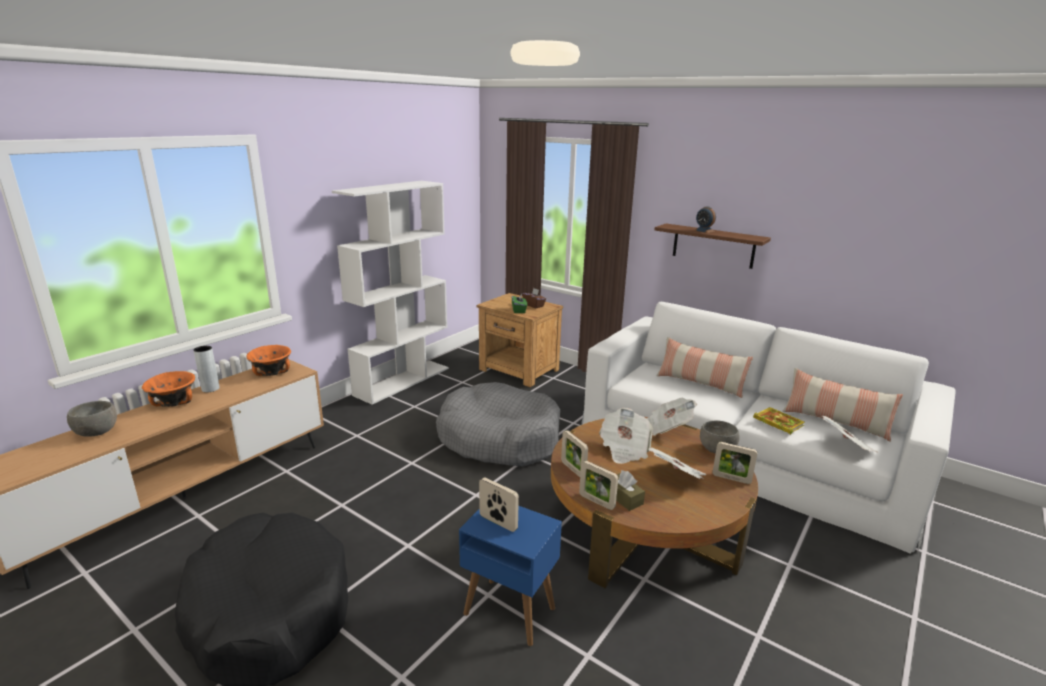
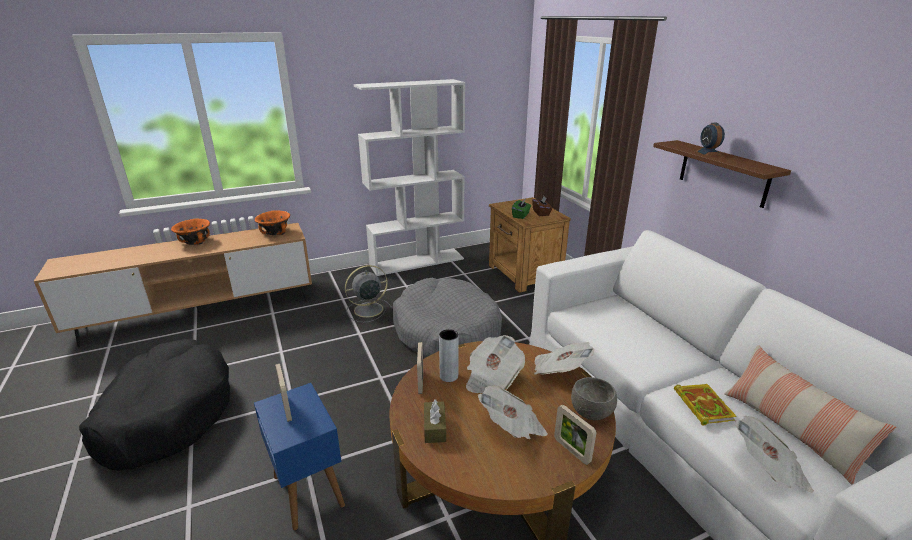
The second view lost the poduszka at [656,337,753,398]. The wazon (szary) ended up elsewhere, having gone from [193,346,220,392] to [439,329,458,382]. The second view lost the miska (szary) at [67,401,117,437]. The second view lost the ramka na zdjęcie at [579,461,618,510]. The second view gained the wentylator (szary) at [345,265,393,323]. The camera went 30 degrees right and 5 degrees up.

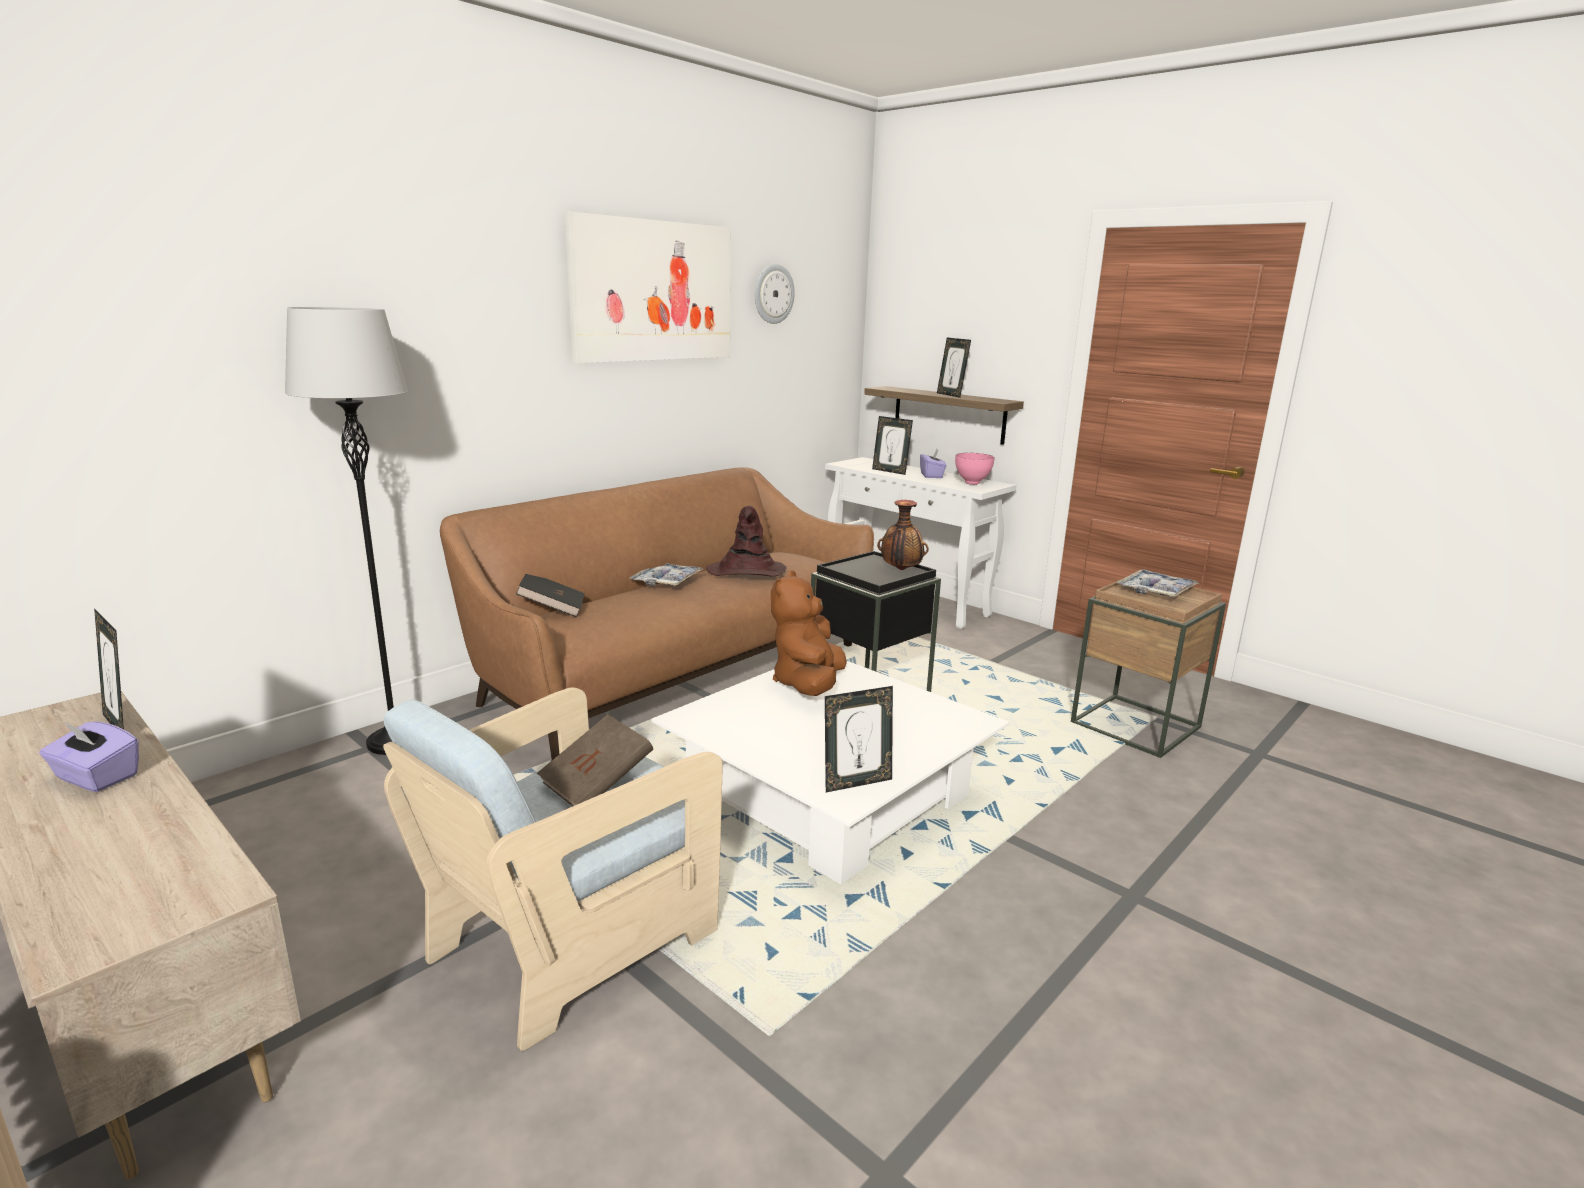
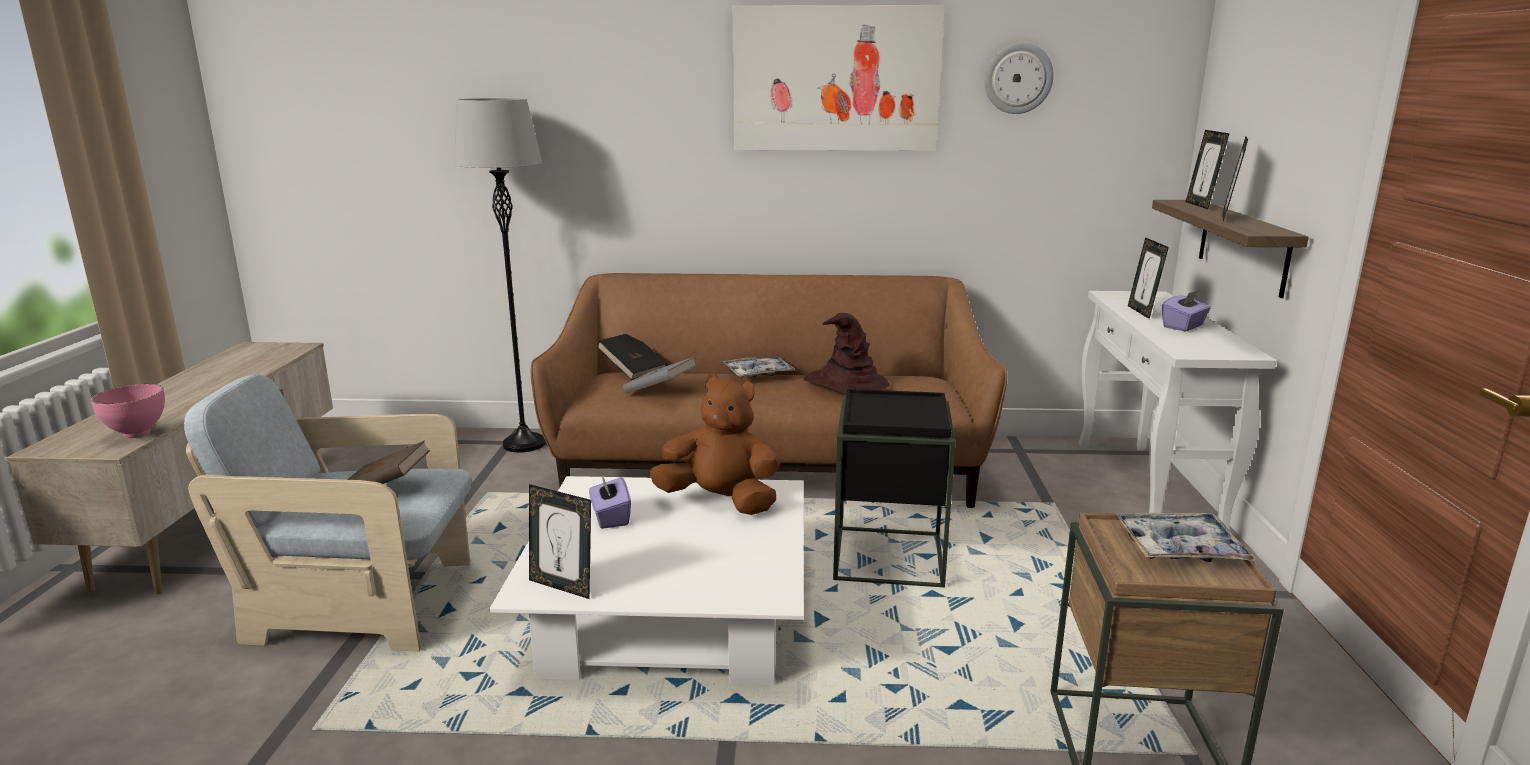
The miska (różowy) ended up elsewhere, having gone from [955,453,995,485] to [91,384,165,438]. The second view lost the wazon at [877,500,929,570]. The pluszak (brązowy) at [771,570,847,696] ended up facing another way, 45 degrees clockwise from before. The ramka na zdjęcie ended up elsewhere, having gone from [94,608,124,729] to [1186,130,1230,209]. The pudełko chusteczek (fioletowy) ended up elsewhere, having gone from [39,721,139,792] to [589,475,631,529]. The second view gained the książka (szary) at [623,357,697,394]. The camera went 50 degrees right and 0 degrees up.

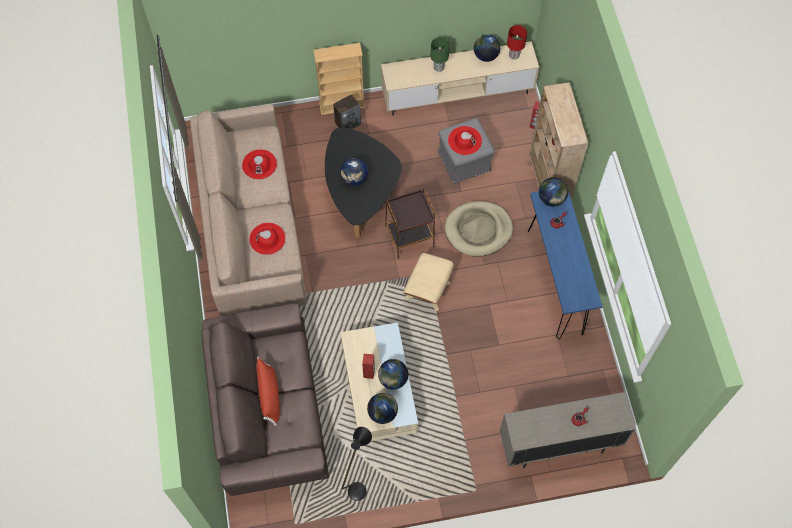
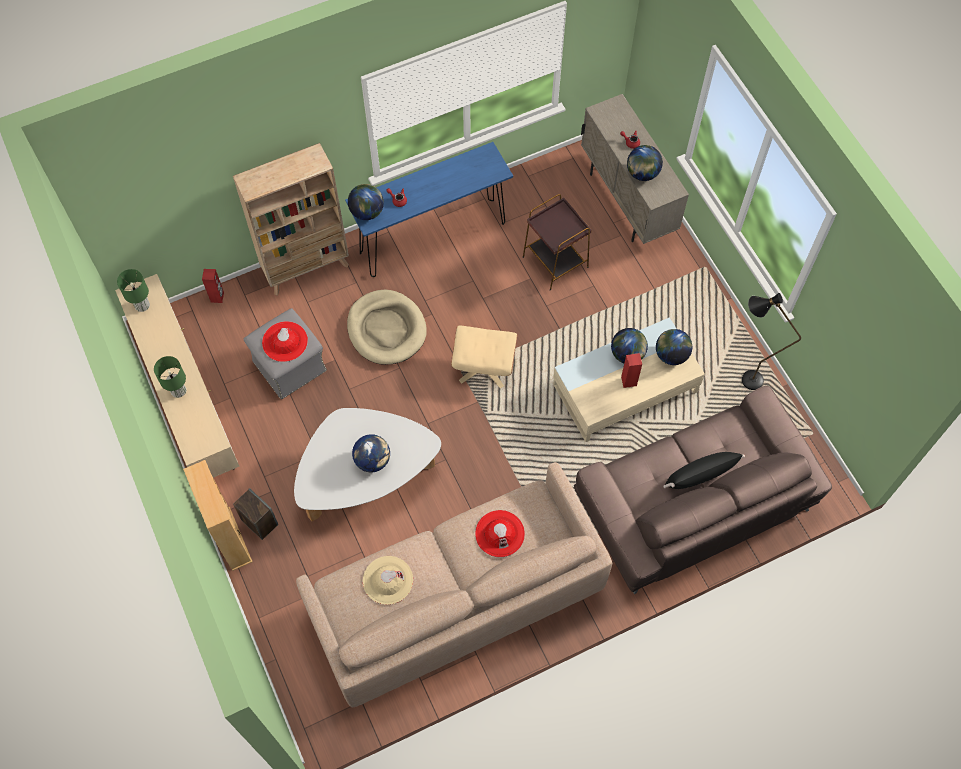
What was the lampa stołowa (czerwony) at [507,25,527,60] turned into the lampa stołowa (zielony) at [117,269,150,312]. The globus ended up elsewhere, having gone from [474,35,500,62] to [627,145,663,181]. What was the ława (czarny) at [325,128,402,238] turned into the ława (biały) at [294,408,441,521]. What was the kapelusz (czerwony) at [242,149,277,180] turned into the kapelusz (beżowy) at [363,556,413,605]. The stolik (brązowy) ended up elsewhere, having gone from [385,189,435,259] to [523,194,592,291]. What was the poduszka (czerwony) at [257,357,280,426] turned into the poduszka (czarny) at [663,452,745,489]. The camera went 105 degrees left and 0 degrees up.

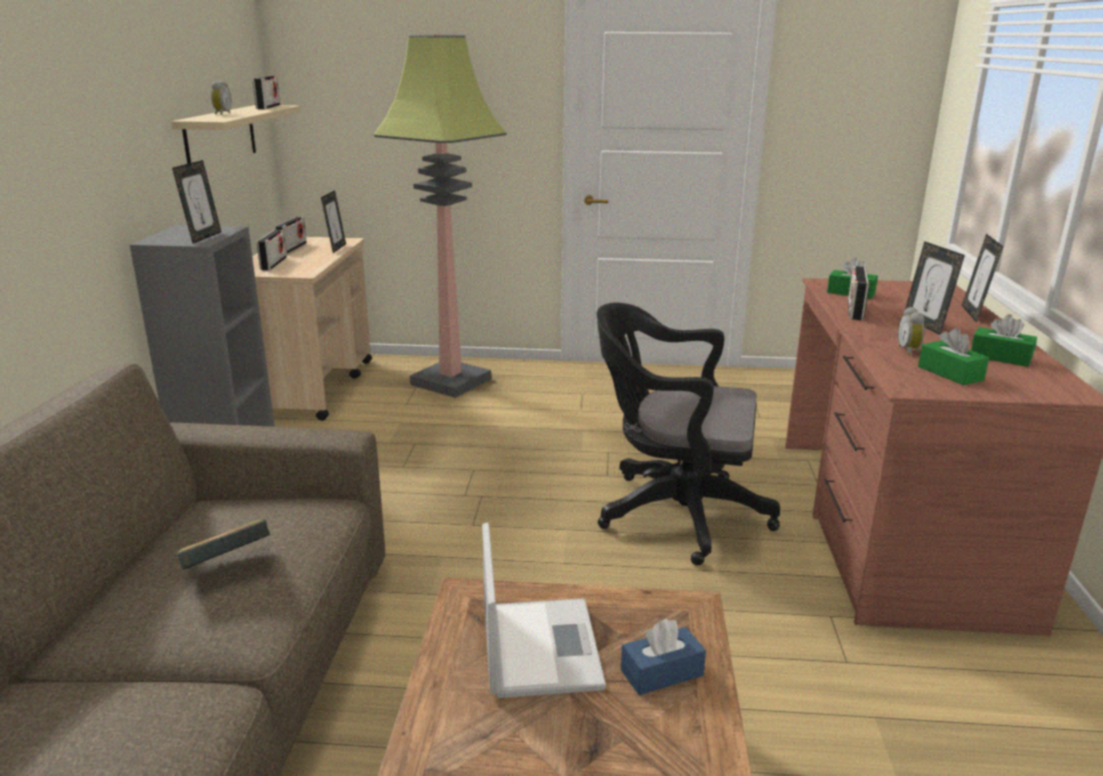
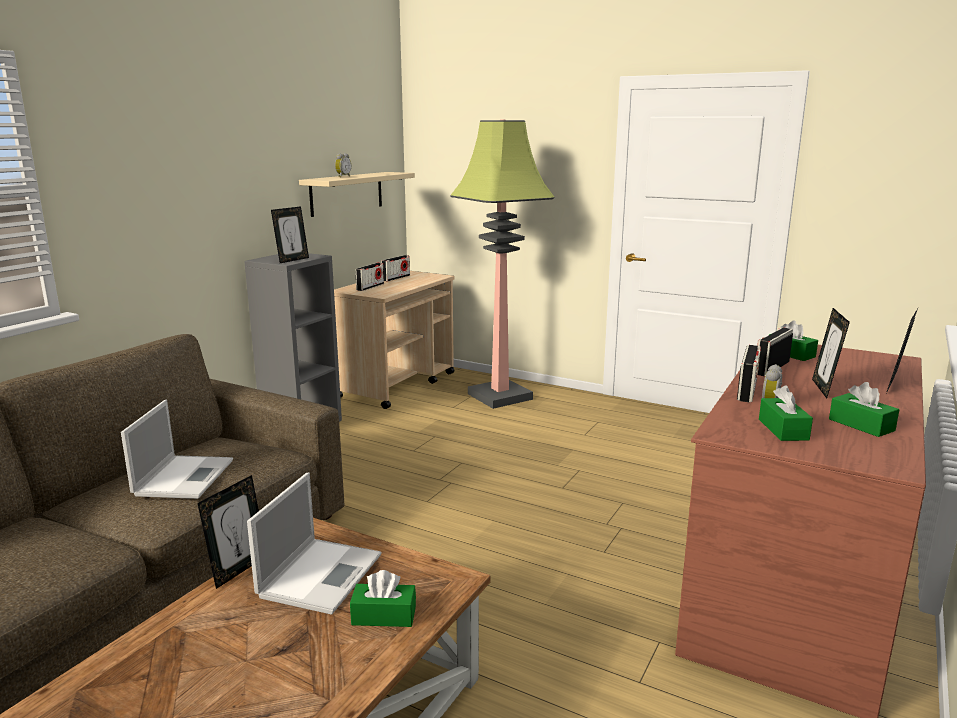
The radio ended up elsewhere, having gone from [253,76,280,109] to [737,345,761,402]. The ramka na zdjęcie ended up elsewhere, having gone from [321,190,346,253] to [197,475,259,589]. The second view lost the krzesło biurowe (czarny) at [596,302,780,566]. Where the książka stood at [177,518,270,570], the laptop came to stand at [121,400,233,499]. What was the pudełko chusteczek (niebieski) at [621,619,706,695] turned into the pudełko chusteczek (zielony) at [350,570,416,627]. The camera went 25 degrees right and 5 degrees down.

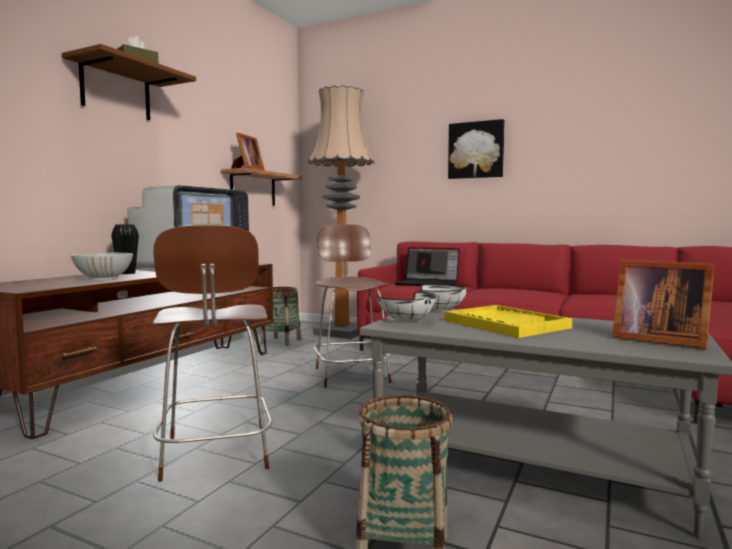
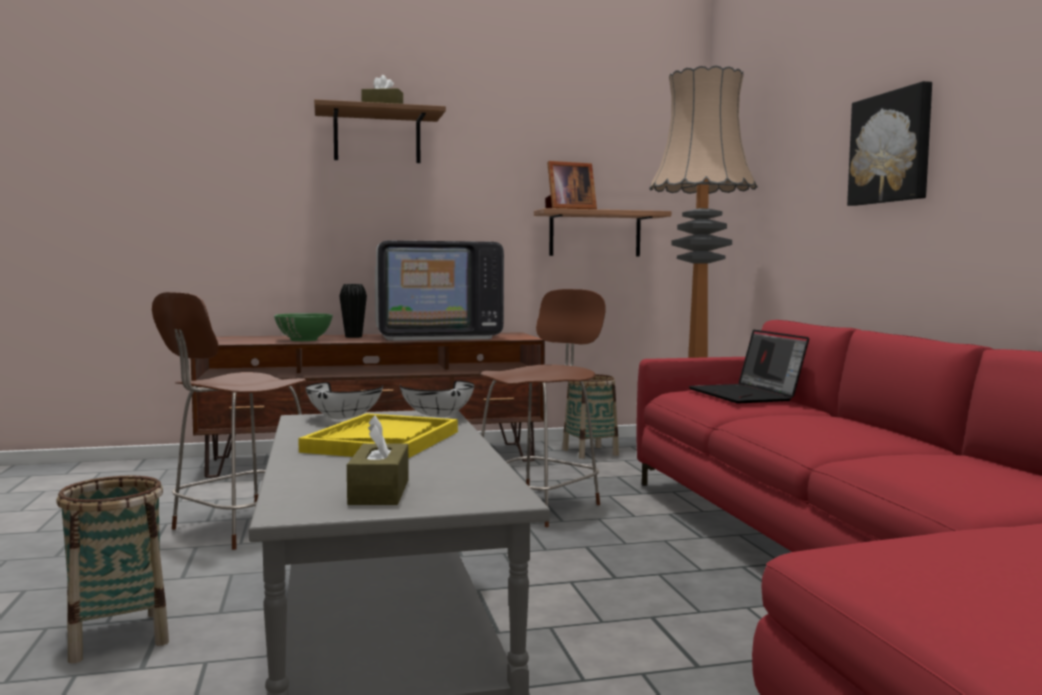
What was the miska (biały) at [71,253,133,280] turned into the miska (zielony) at [274,313,333,341]. Where the ramka na zdjęcie stood at [612,260,714,349], the pudełko chusteczek (brązowy) came to stand at [347,415,409,505]. The camera went 50 degrees right and 0 degrees up.

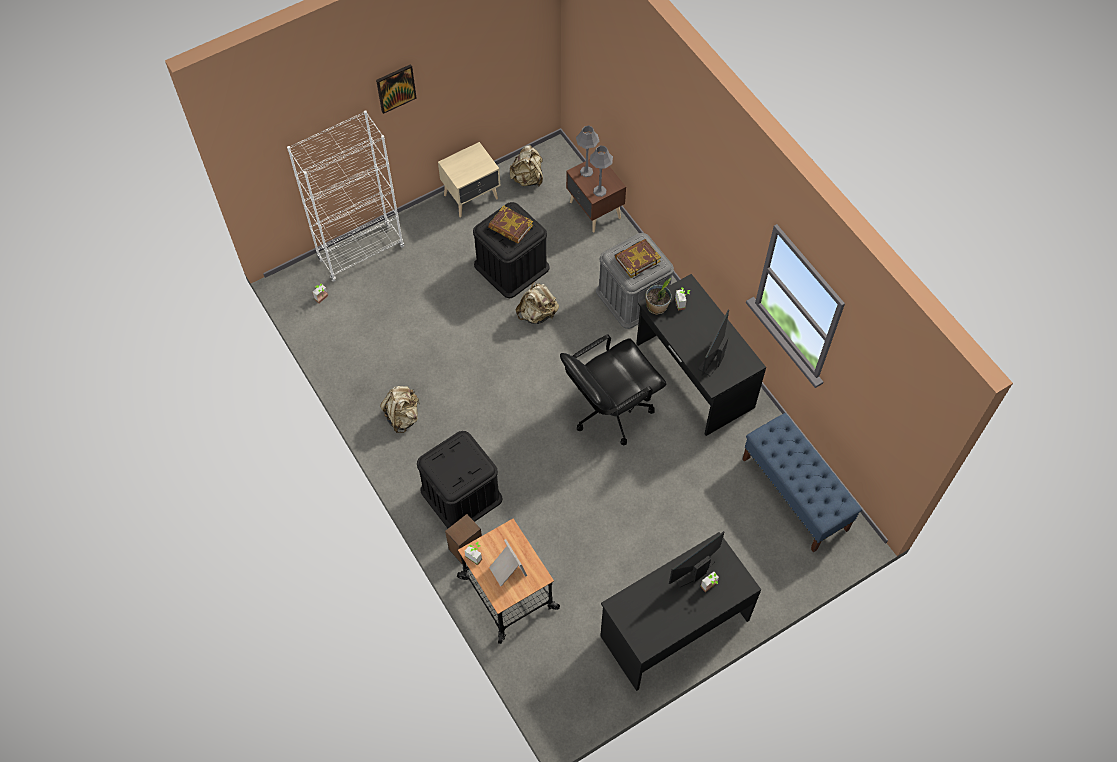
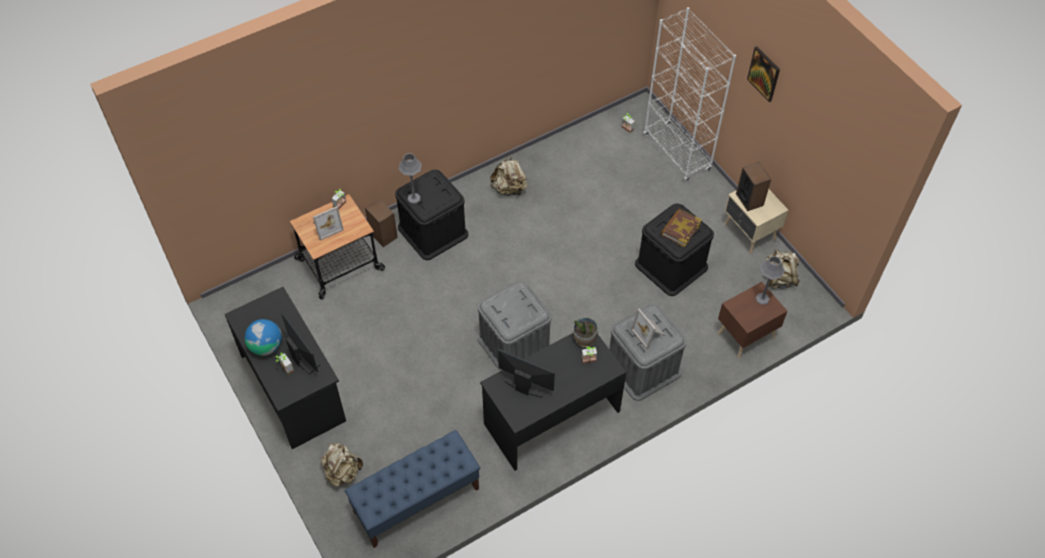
The lampa stołowa (szary) ended up elsewhere, having gone from [590,146,613,197] to [399,153,422,204]. Where the książka stood at [615,239,661,278], the ramka na zdjęcie came to stand at [631,309,665,349]. The plecak (beżowy) ended up elsewhere, having gone from [516,282,559,324] to [320,443,363,487]. Where the krzesło biurowe (czarny) stood at [560,335,666,445], the pojemnik do przechowywania (szary) came to stand at [477,281,552,371]. The second view gained the głośnik at [736,162,771,211]. The second view gained the globus at [245,319,282,356]. The camera went 90 degrees right and 5 degrees down.

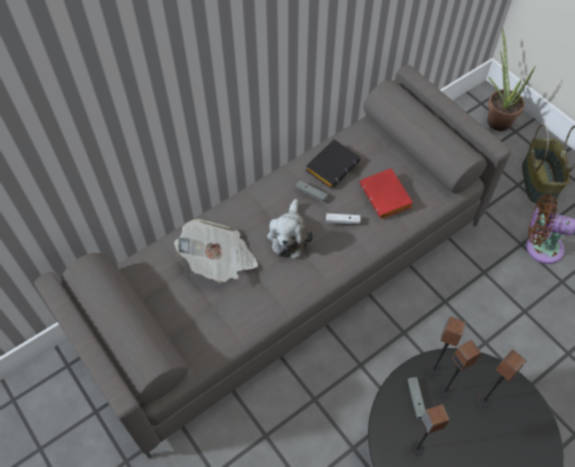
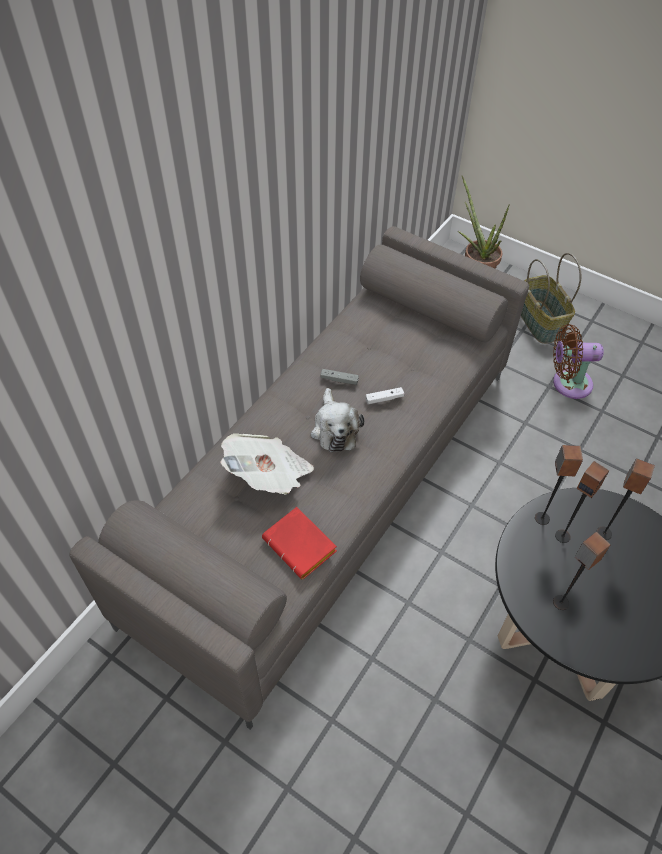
The second view lost the książka (czarny) at [306,139,360,189]. The książka (czerwony) ended up elsewhere, having gone from [360,168,413,219] to [262,507,337,579]. The second view lost the pad do gier (szary) at [408,377,425,419]. The camera went 20 degrees left and 5 degrees down.

